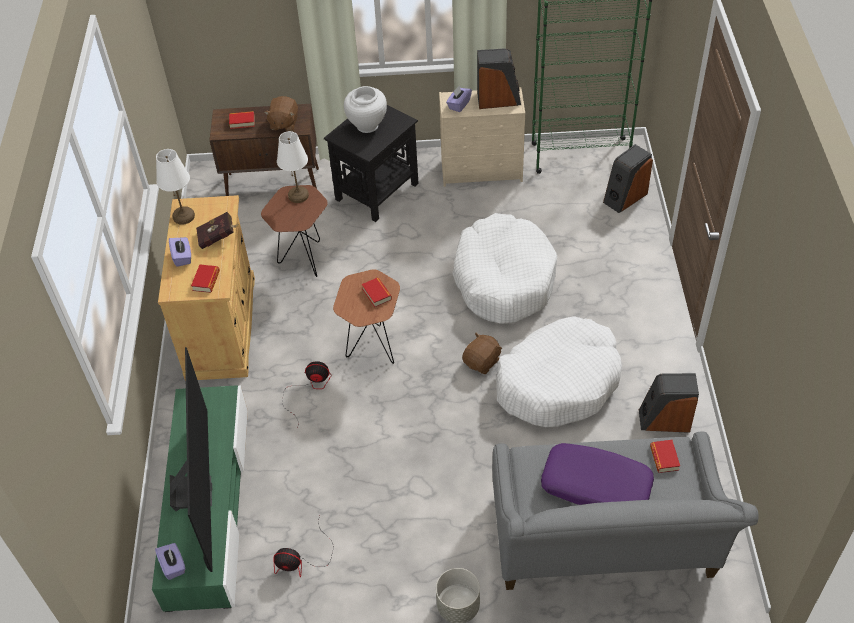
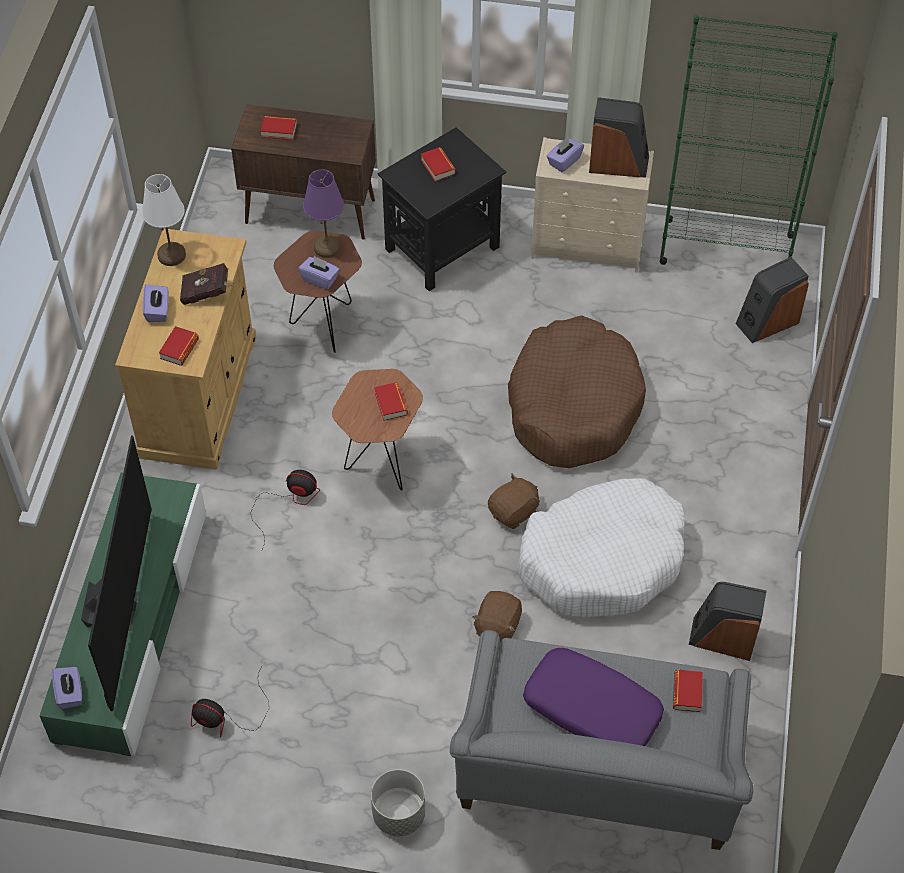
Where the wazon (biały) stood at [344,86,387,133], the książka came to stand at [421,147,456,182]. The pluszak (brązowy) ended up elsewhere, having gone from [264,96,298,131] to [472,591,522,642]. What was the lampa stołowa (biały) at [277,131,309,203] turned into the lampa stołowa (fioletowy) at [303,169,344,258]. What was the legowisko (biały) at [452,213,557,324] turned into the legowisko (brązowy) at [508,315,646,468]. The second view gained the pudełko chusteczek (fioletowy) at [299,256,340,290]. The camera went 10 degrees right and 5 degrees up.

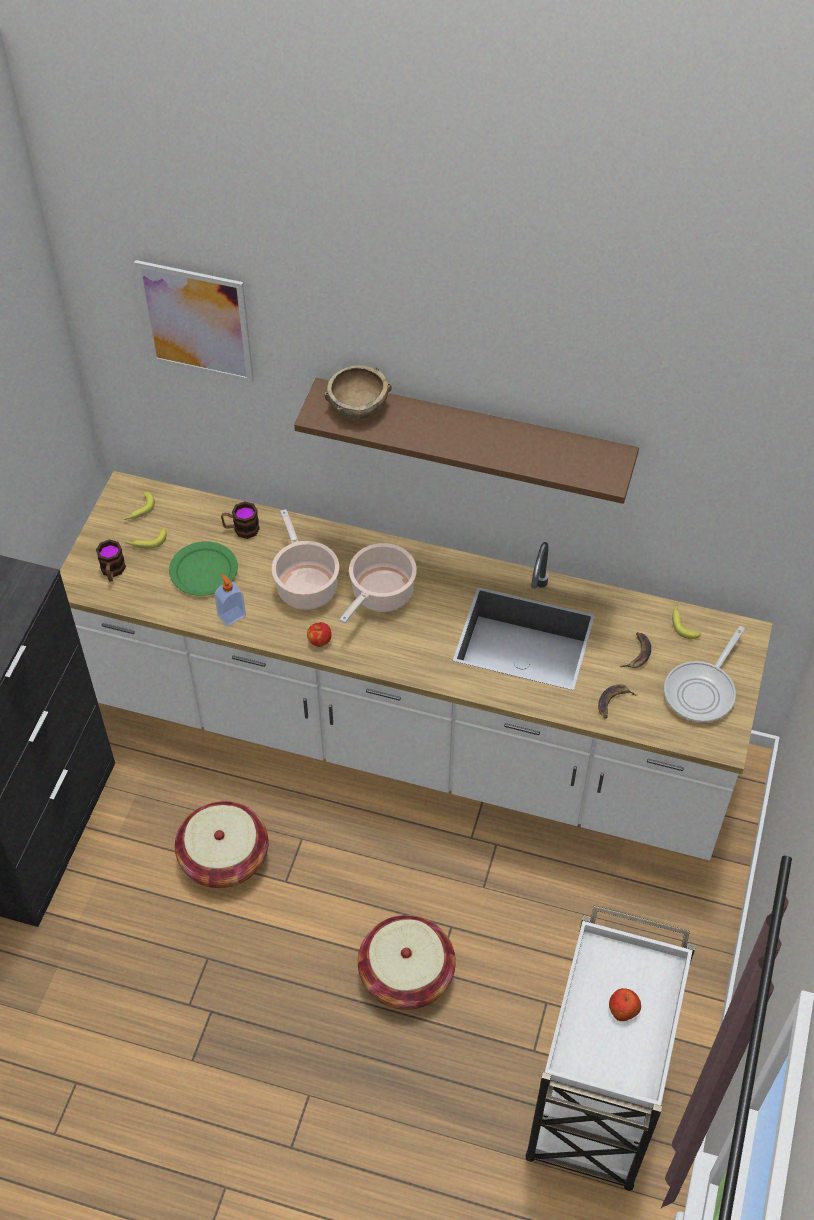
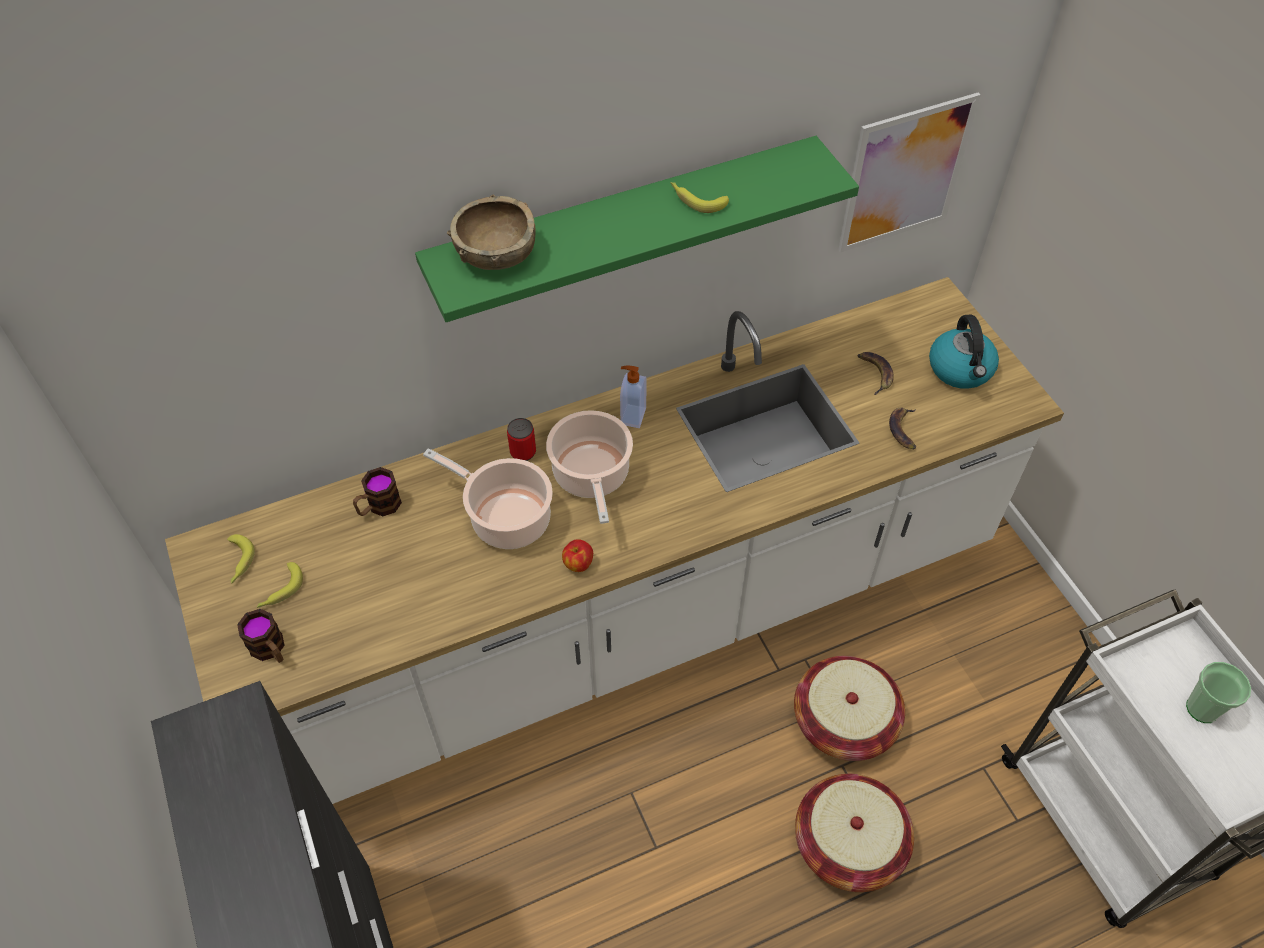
The obraz ended up elsewhere, having gone from [134,260,254,383] to [838,93,981,253]. What was the półka (brązowy) at [294,378,639,504] turned into the półka (zielony) at [415,136,859,322]. The second view lost the talerz (zielony) at [169,541,238,596]. The dozownik mydła ended up elsewhere, having gone from [214,574,246,627] to [620,366,647,428]. The banan ended up elsewhere, having gone from [672,603,701,639] to [671,182,729,213]. Where the patelnia stood at [664,626,745,723], the czajnik came to stand at [929,314,999,389]. The koszyk ended up elsewhere, having gone from [175,801,269,888] to [794,656,905,761]. Where the jabłko stood at [609,988,641,1021], the filiżanka came to stand at [1186,662,1251,723]. The second view gained the puszka at [507,418,536,461]. The camera went 40 degrees left and 0 degrees up.

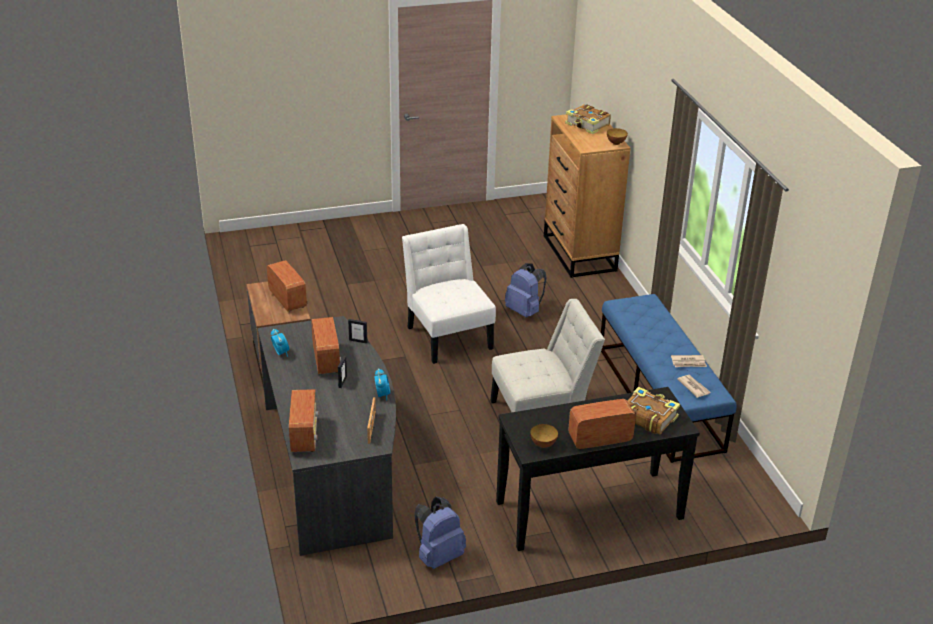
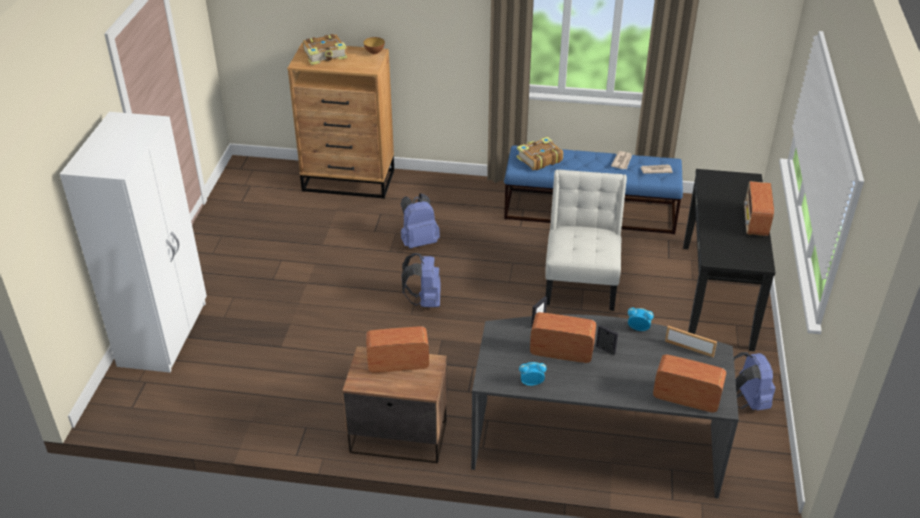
Where the krzesło (biały) stood at [402,224,496,364], the plecak (niebieski) came to stand at [401,253,441,307]. The książka ended up elsewhere, having gone from [628,387,680,435] to [517,137,563,170]. The second view lost the miska at [530,424,558,448]. The second view gained the szafa (biały) at [60,112,207,373]. The camera went 65 degrees left and 5 degrees up.

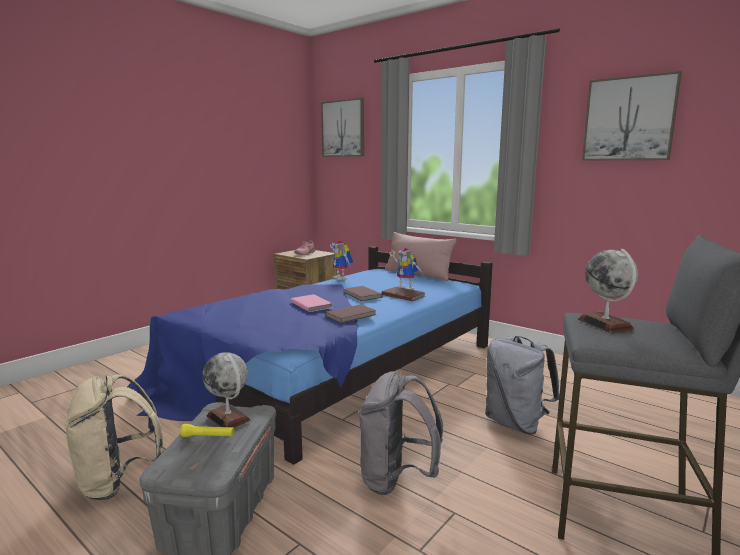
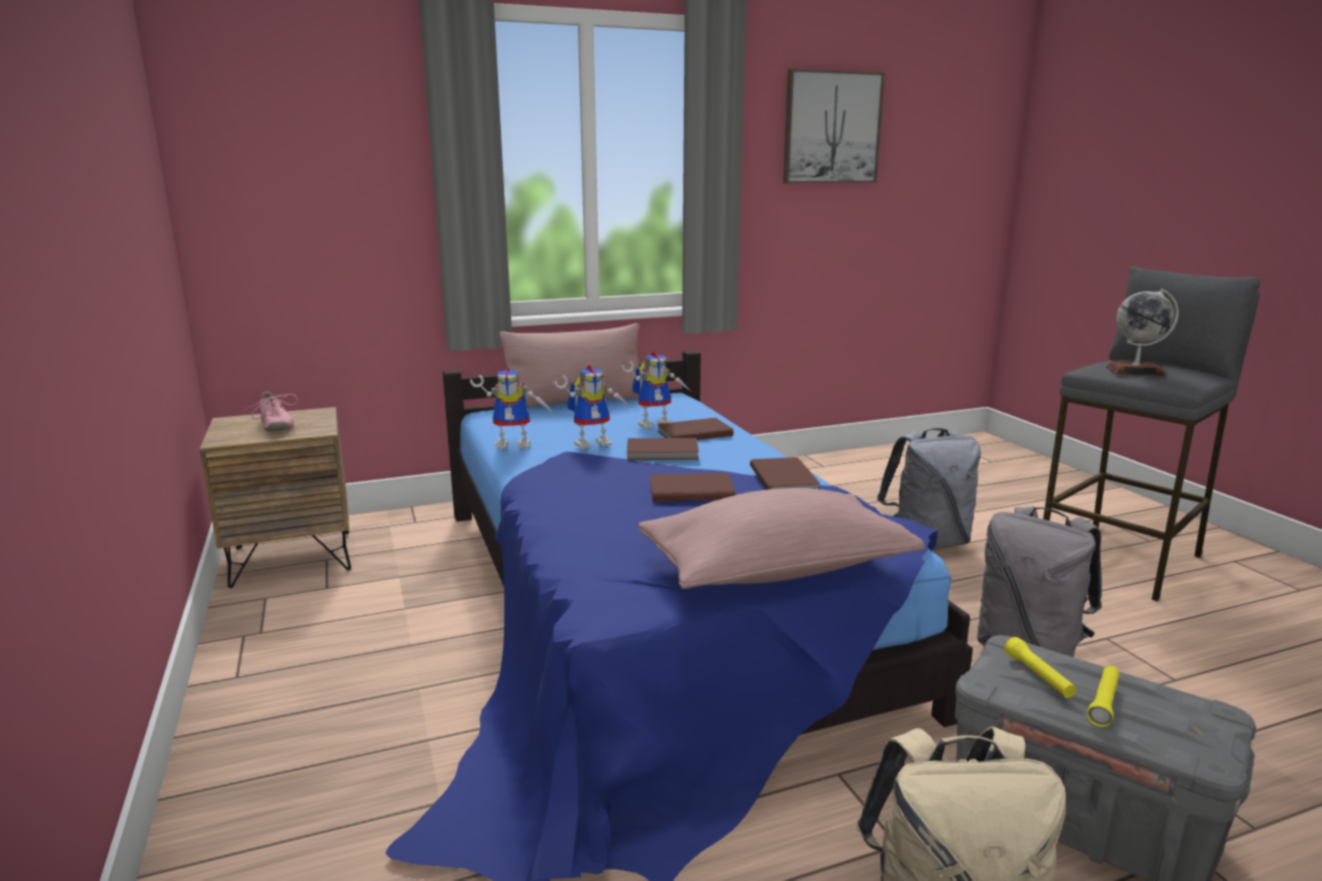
The second view lost the obraz at [321,98,364,157]. What was the książka (różowy) at [291,294,333,312] turned into the książka (brązowy) at [650,473,736,502]. Where the globus stood at [202,352,251,427], the latarka (żółty) came to stand at [1004,637,1077,698]. The second view gained the robot zabawkowy at [554,365,631,449]. The second view gained the poduszka (różowy) at [638,488,924,589]. The camera went 60 degrees left and 5 degrees up.

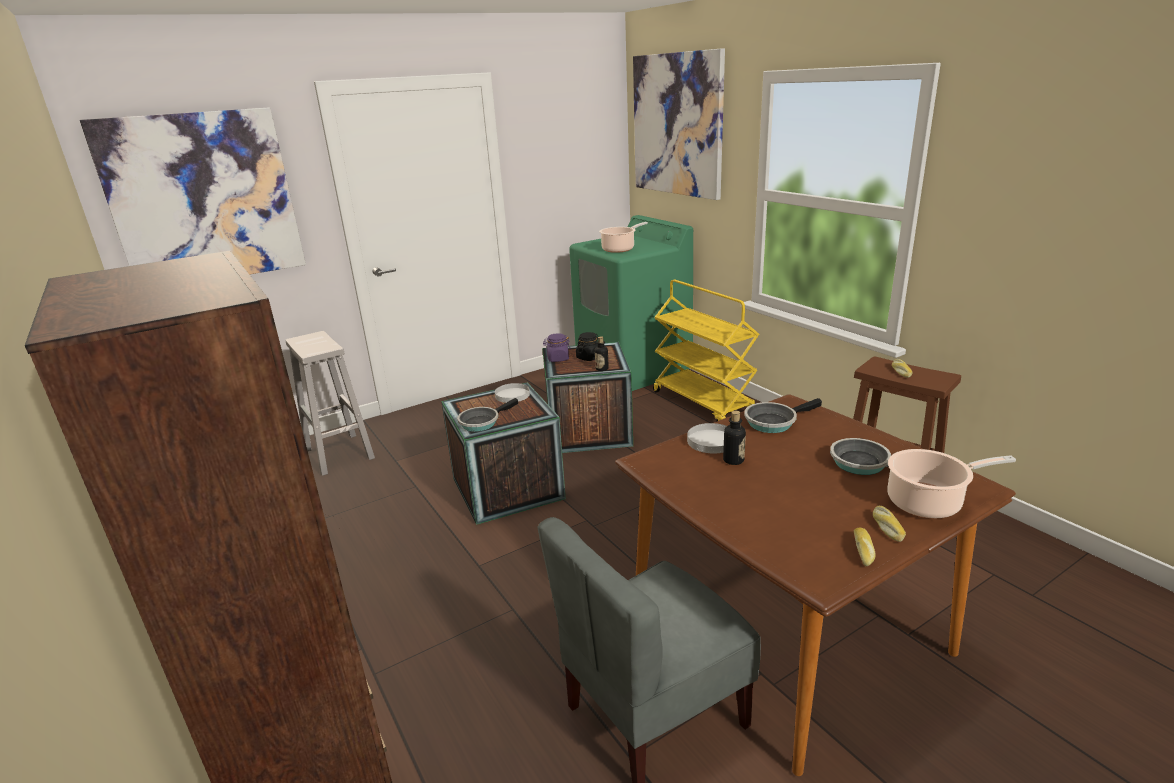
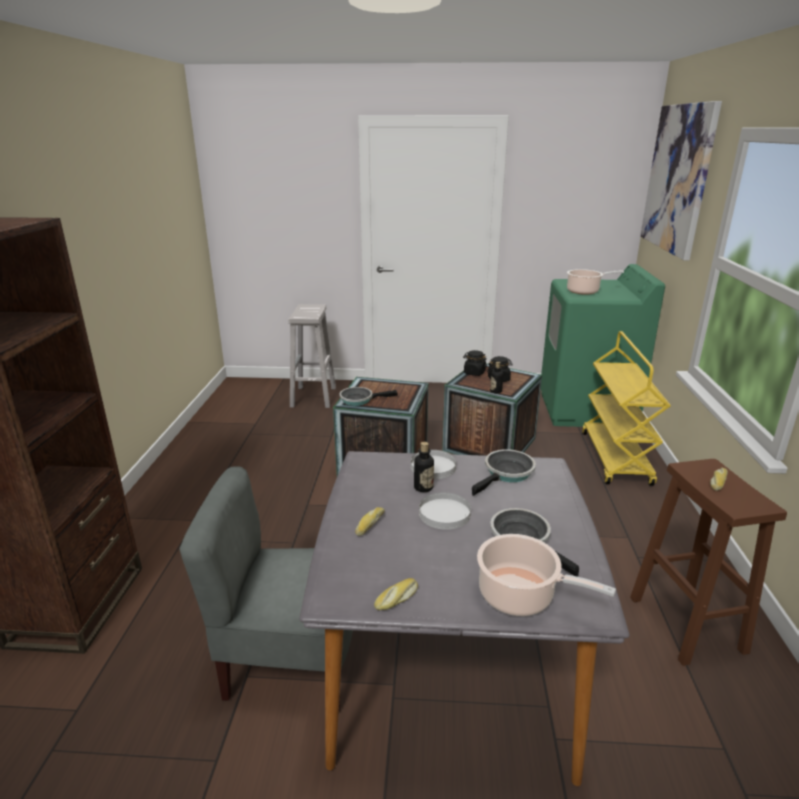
The second view lost the obraz at [80,108,306,275]. What was the słoik (fioletowy) at [543,333,571,362] turned into the słoik (czarny) at [463,350,487,376]. The talerz (biały) ended up elsewhere, having gone from [495,383,530,403] to [419,492,471,530]. What was the stół jadalny (brązowy) at [615,394,1016,776] turned into the stół jadalny (szary) at [299,451,630,786]. The patelnia at [744,398,822,433] ended up facing another way, 120 degrees clockwise from before. The chleb ended up elsewhere, having gone from [873,506,906,542] to [355,507,385,536]. The camera went 35 degrees right and 0 degrees up.

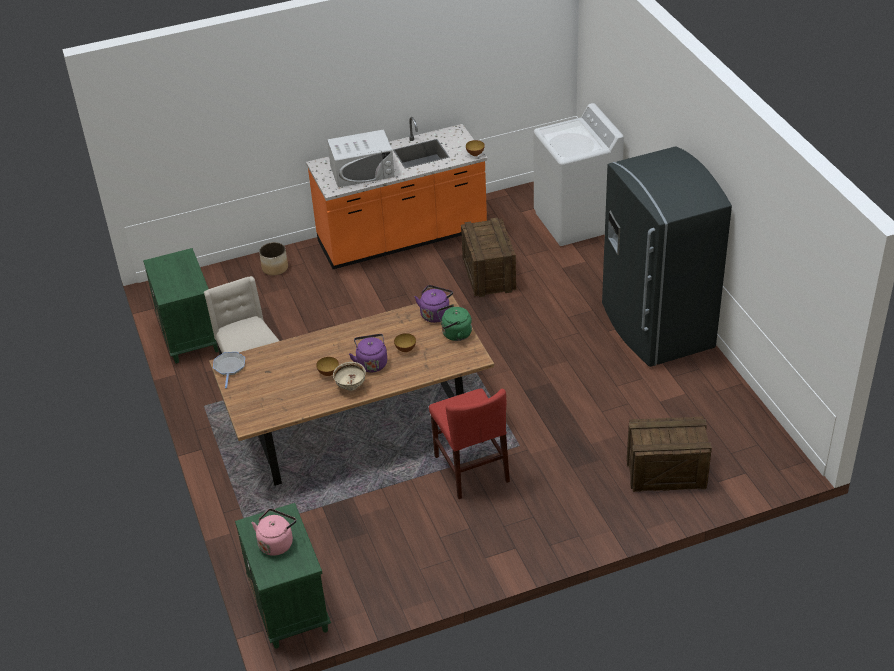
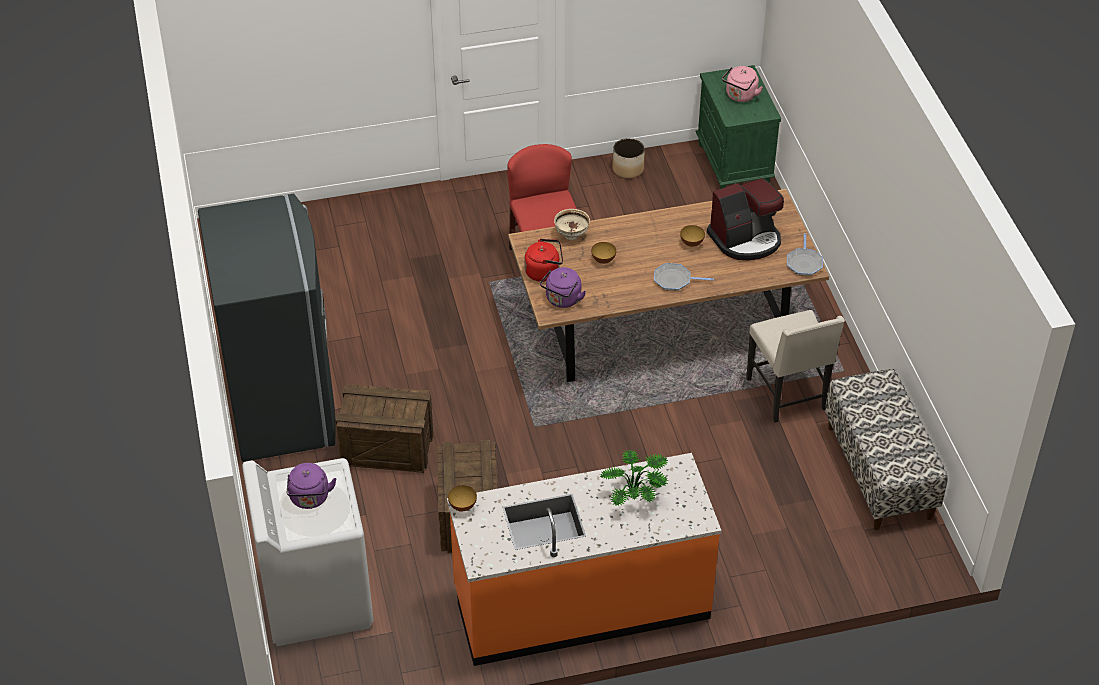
Where the mikrofalówka (biały) stood at [327,129,395,187], the roślina doniczkowa came to stand at [600,450,669,507]. The donica ended up elsewhere, having gone from [259,242,288,276] to [612,138,645,178]. Where the szafka nocna (zielony) stood at [143,248,219,364], the ławka came to stand at [825,369,948,530]. What was the czajnik (zielony) at [437,304,472,341] turned into the czajnik (czerwony) at [524,239,563,282]. The czajnik (fioletowy) ended up elsewhere, having gone from [349,334,387,372] to [287,463,337,509]. The miska (beżowy) ended up elsewhere, having gone from [333,362,366,391] to [554,209,590,240]. The skrzynka ended up elsewhere, having gone from [626,416,712,492] to [336,384,433,473]. The second view gained the ekspres do kawy at [707,178,784,260]. The second view gained the patelnia at [654,263,714,291]. The camera went 175 degrees left and 5 degrees up.

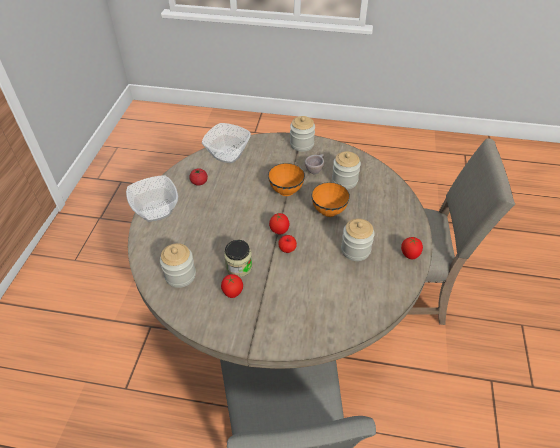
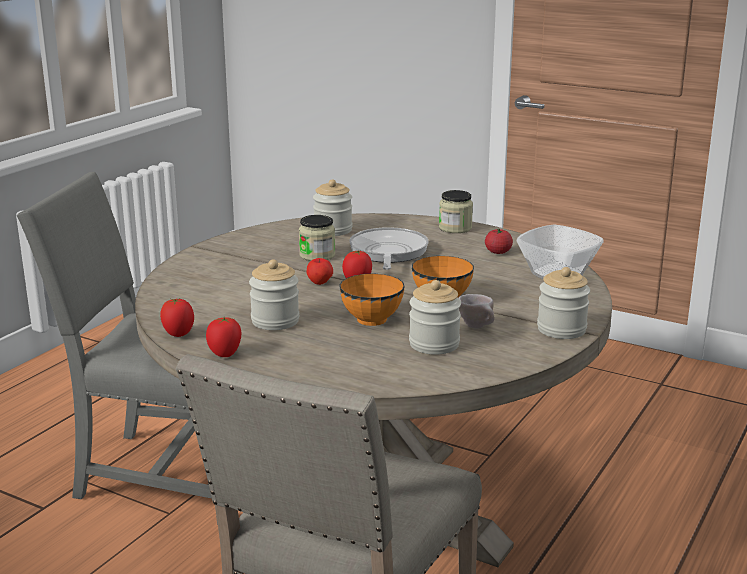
Where the miska stood at [126,175,178,222], the słoik came to stand at [439,190,473,233]. The pomidor ended up elsewhere, having gone from [221,274,243,298] to [160,298,194,337]. The second view gained the patelnia at [349,227,429,270]. The camera went 110 degrees right and 25 degrees down.

